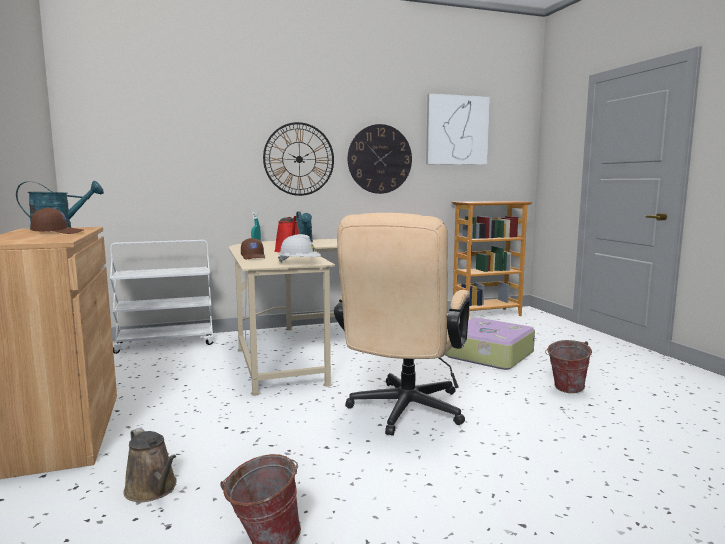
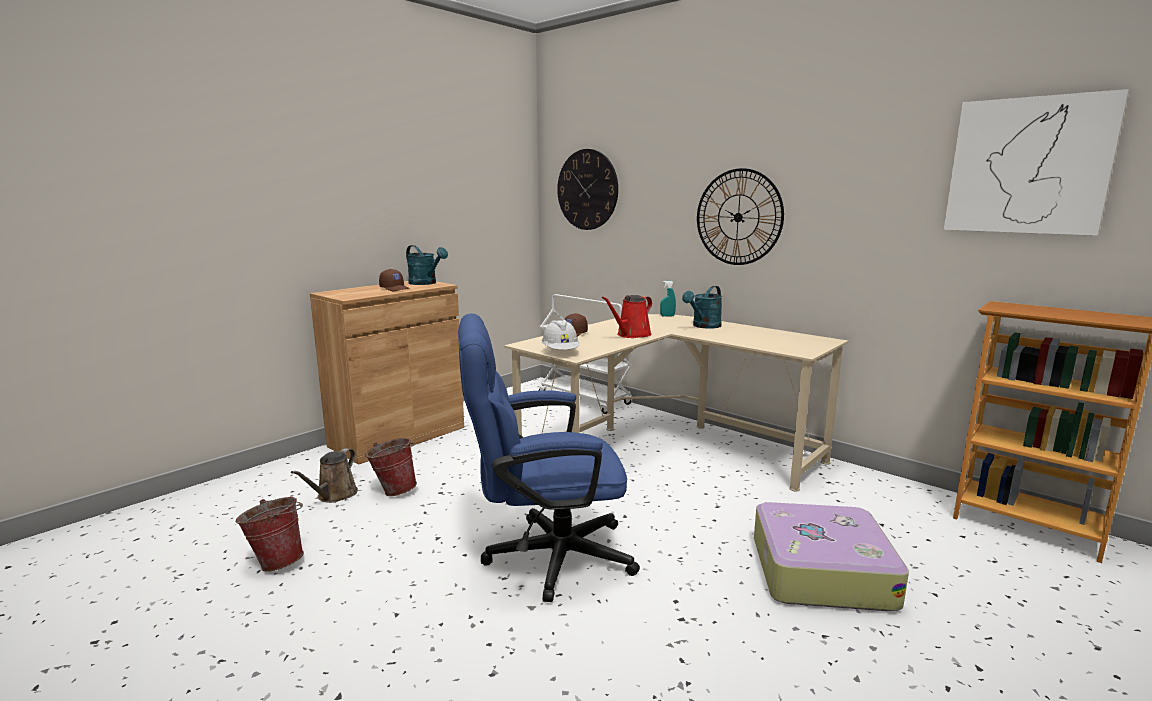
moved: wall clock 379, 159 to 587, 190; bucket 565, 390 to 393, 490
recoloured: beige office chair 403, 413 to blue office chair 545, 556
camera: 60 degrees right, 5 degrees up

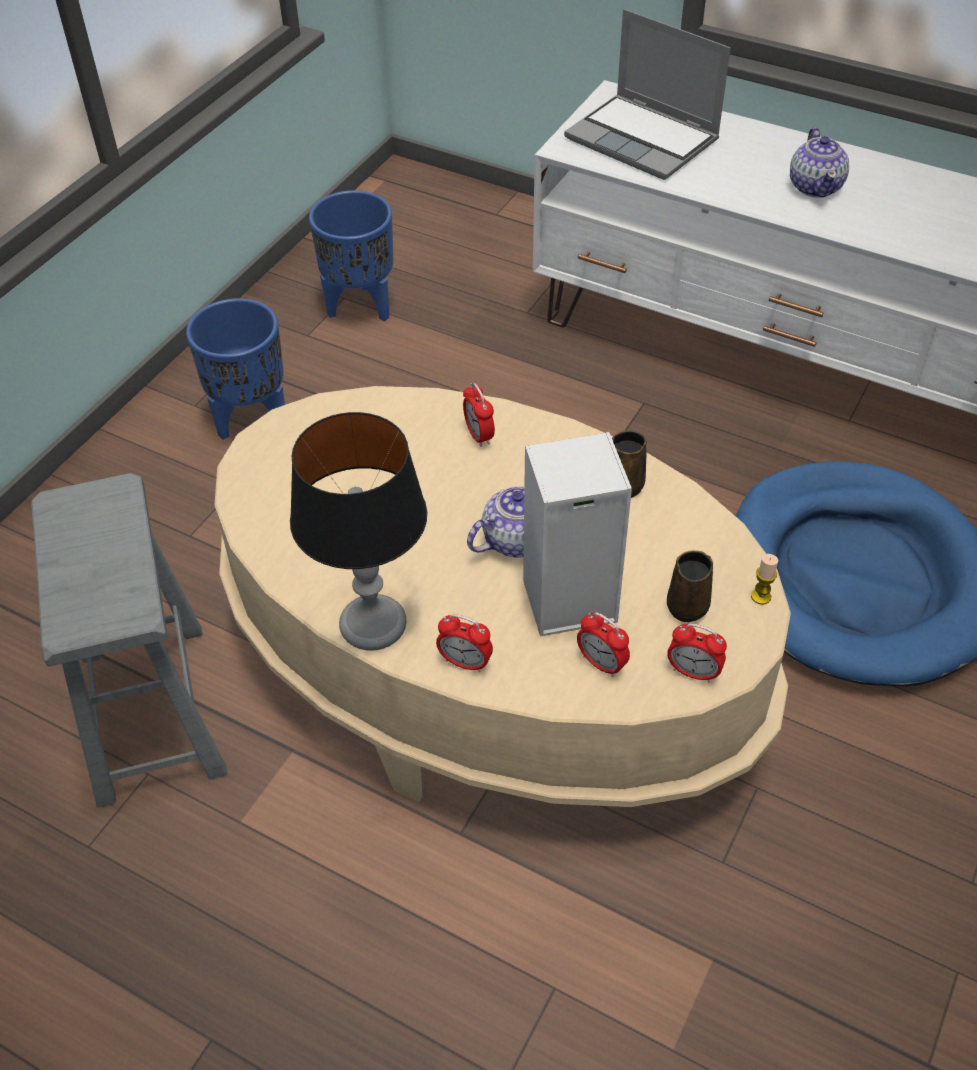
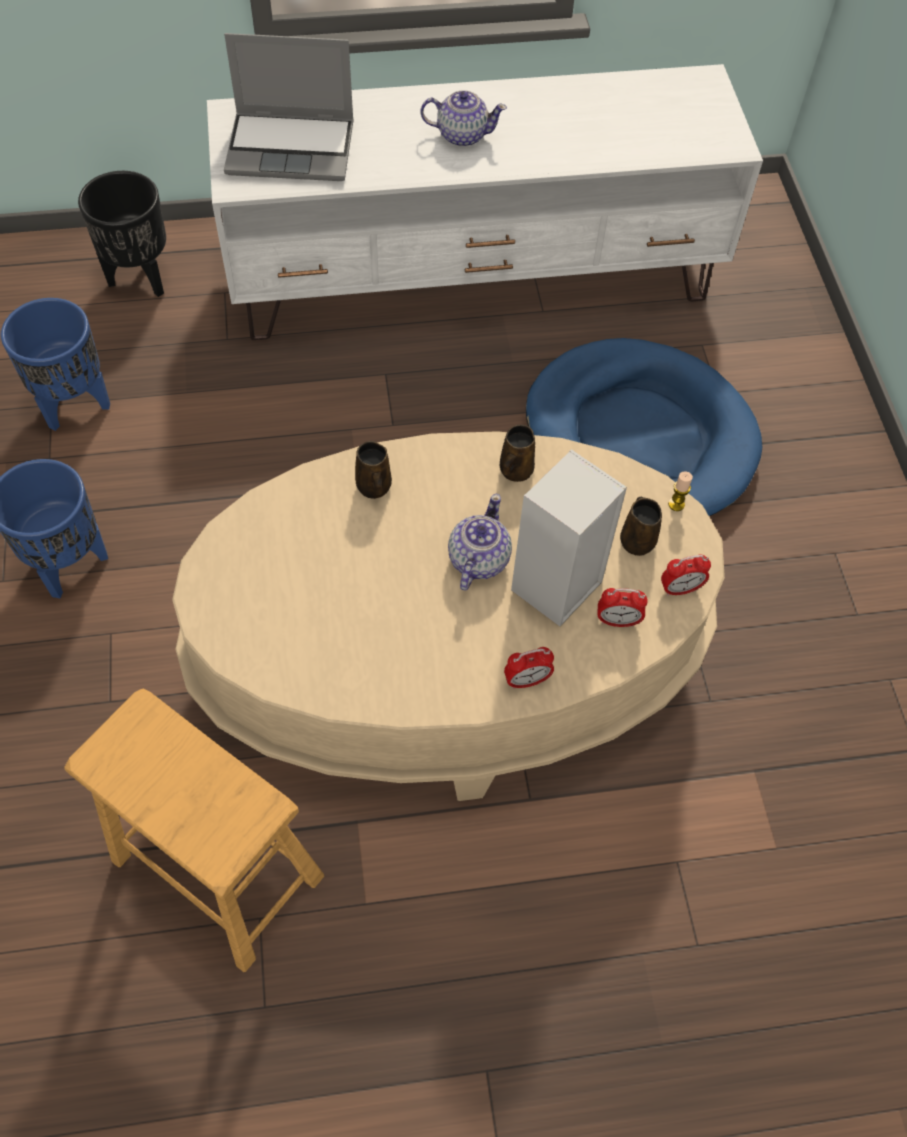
removed: table lamp 373, 624
added: black planter 140, 278
replaced: alarm clock 479, 435 to brown mug 374, 488
recoloured: grey stool 151, 713 to brown stool 217, 869
turned: teapot 815, 186 = 461, 135 45 degrees counterclockwise
camera: 40 degrees left, 10 degrees up

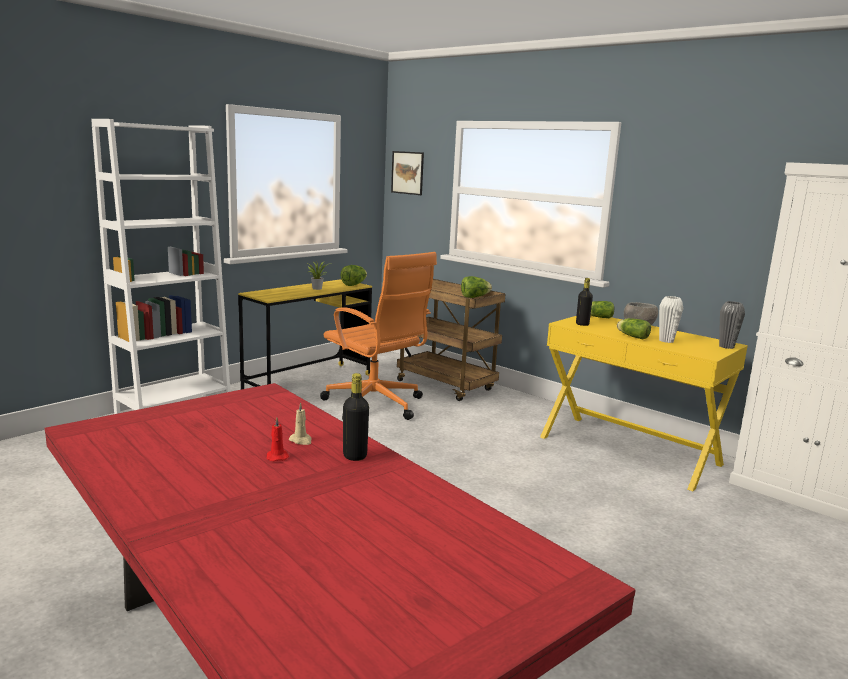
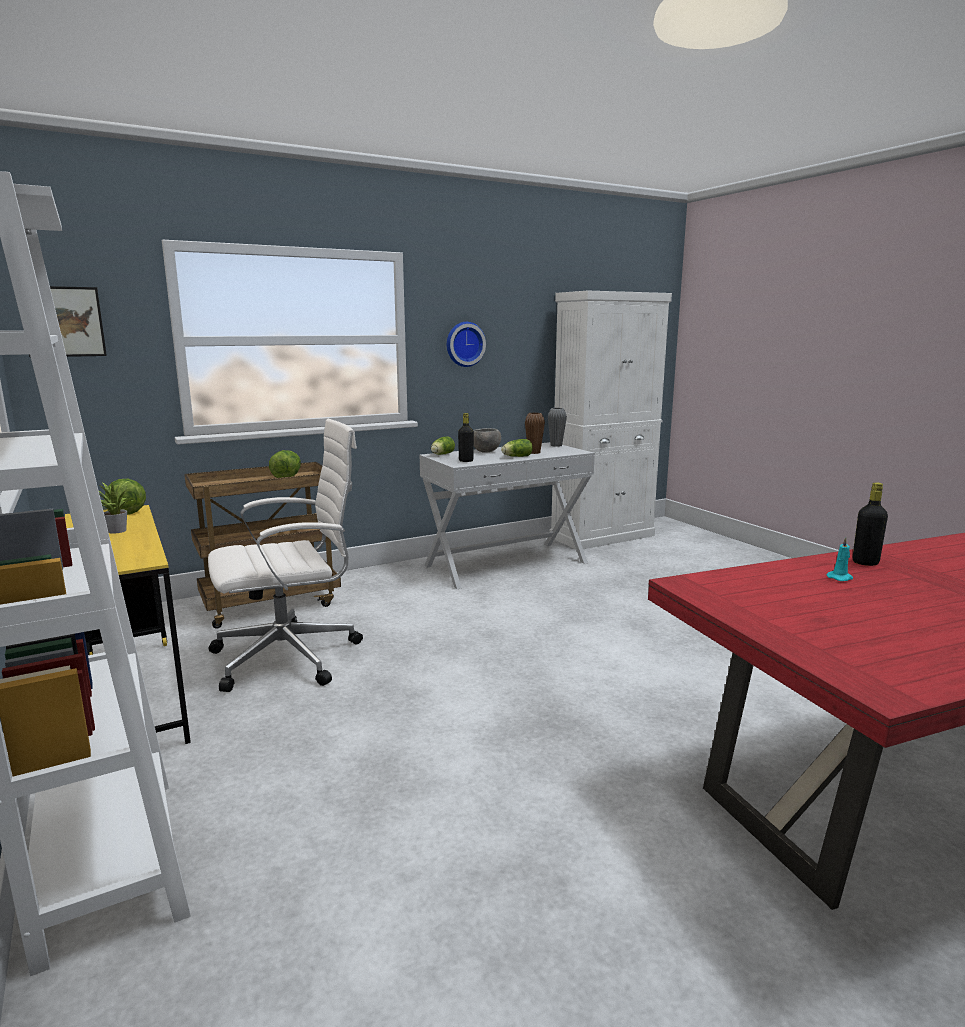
removed: red candle 277, 456
added: wall clock 464, 344
recoloured: orange office chair 375, 405 to white office chair 291, 656; white vase 666, 341 to brown vase 534, 452; yellow console table 629, 450 to white console table 506, 564; beige candle 301, 440 to turquoise candle 840, 578
camera: 70 degrees left, 0 degrees up

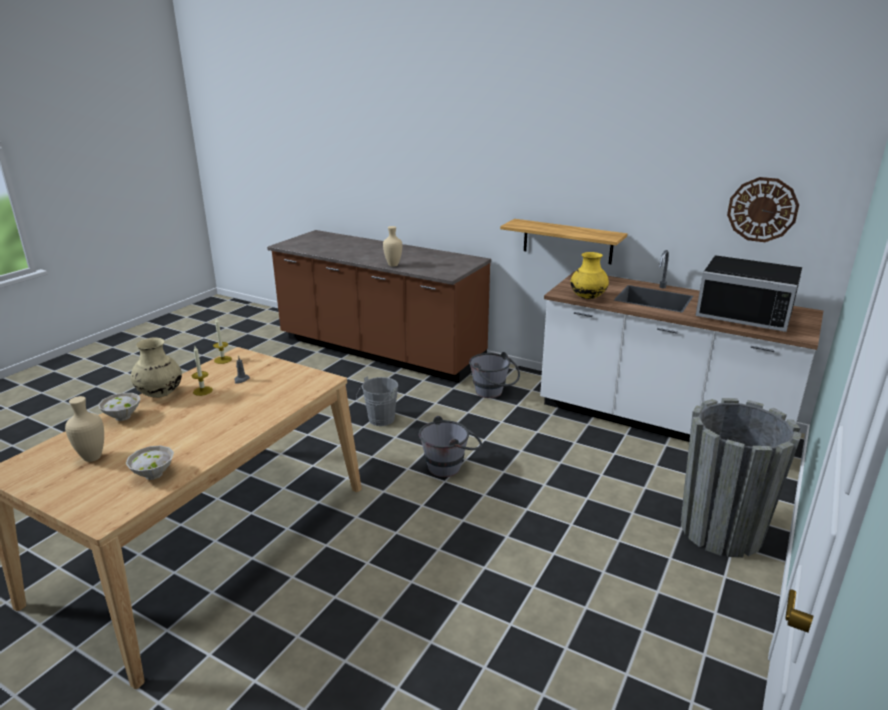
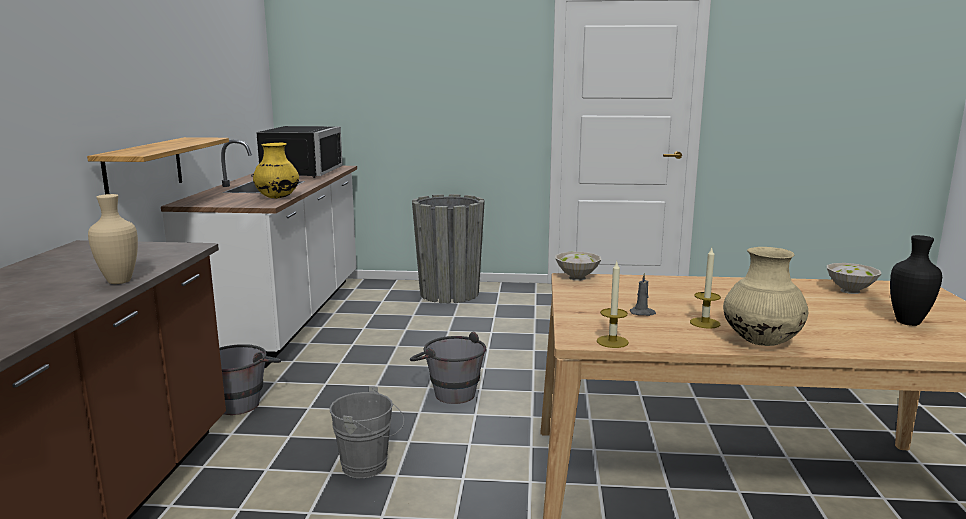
removed: wall clock 762, 209
moved: white bowl 122, 417 to 578, 278
recoloured: beige vase 93, 457 to black vase 907, 323
camera: 115 degrees left, 10 degrees down

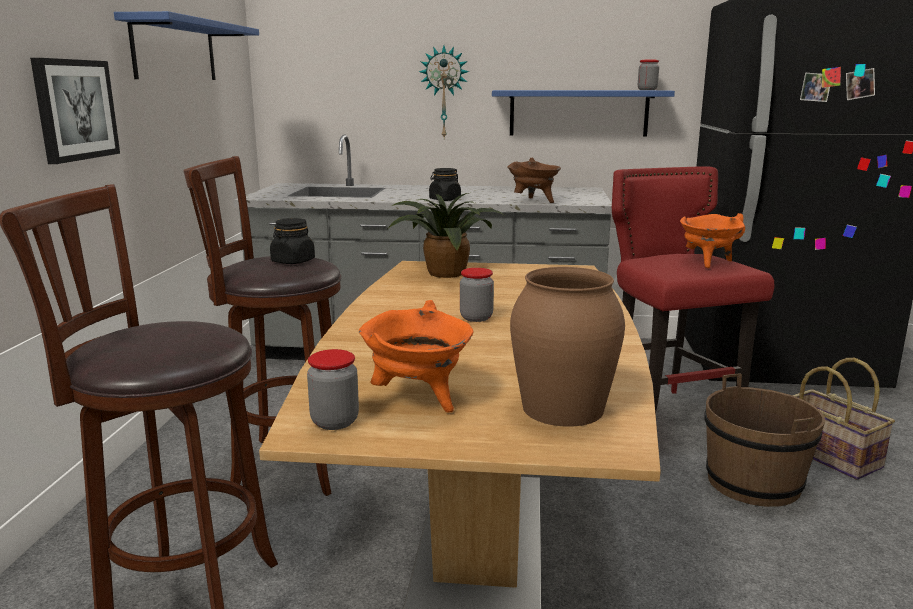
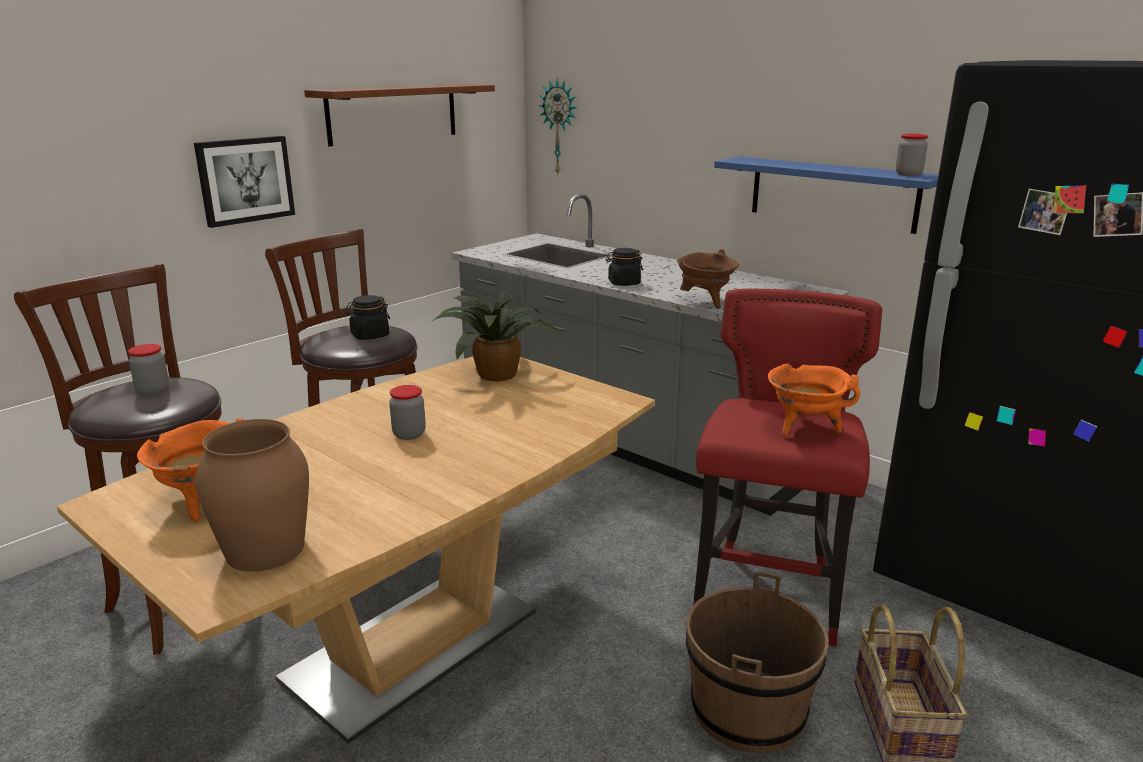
moved: wall clock 444, 92 to 560, 127; jar 335, 421 to 153, 391
recoloured: blue shelf 175, 51 to brown shelf 393, 113
camera: 35 degrees right, 5 degrees up

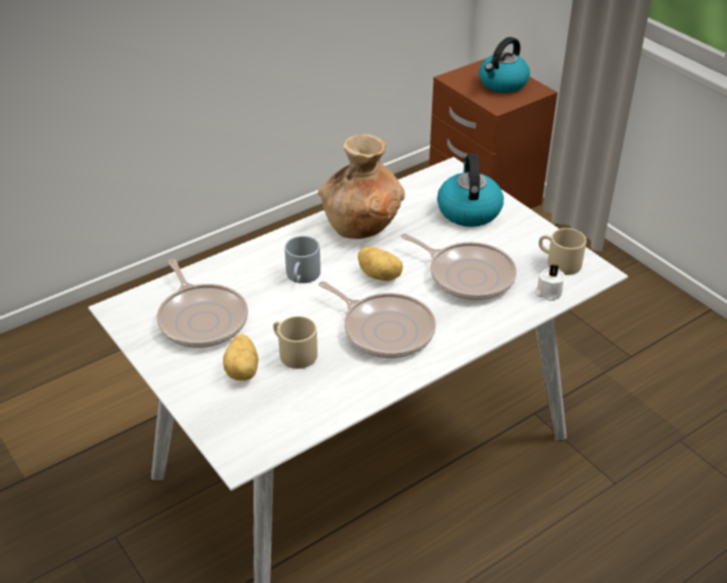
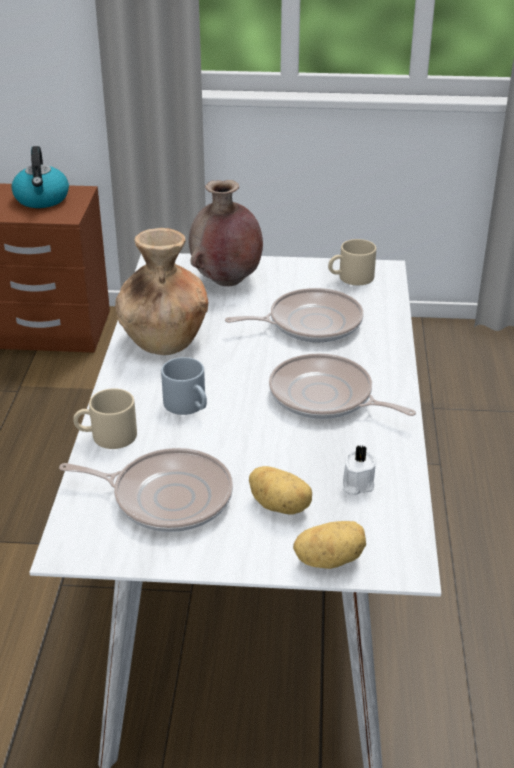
moved: potato 380, 275 to 329, 559; white candle 548, 292 to 356, 484; beige mug 293, 353 to 106, 437
replaced: kettle 468, 210 to brown vase 226, 281
turned: frying pan 385, 329 = 325, 397 135 degrees counterclockwise
camera: 50 degrees left, 5 degrees down

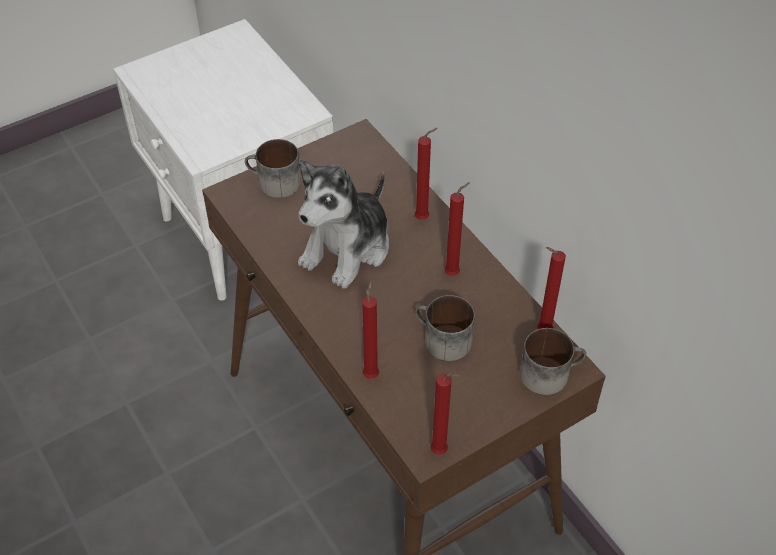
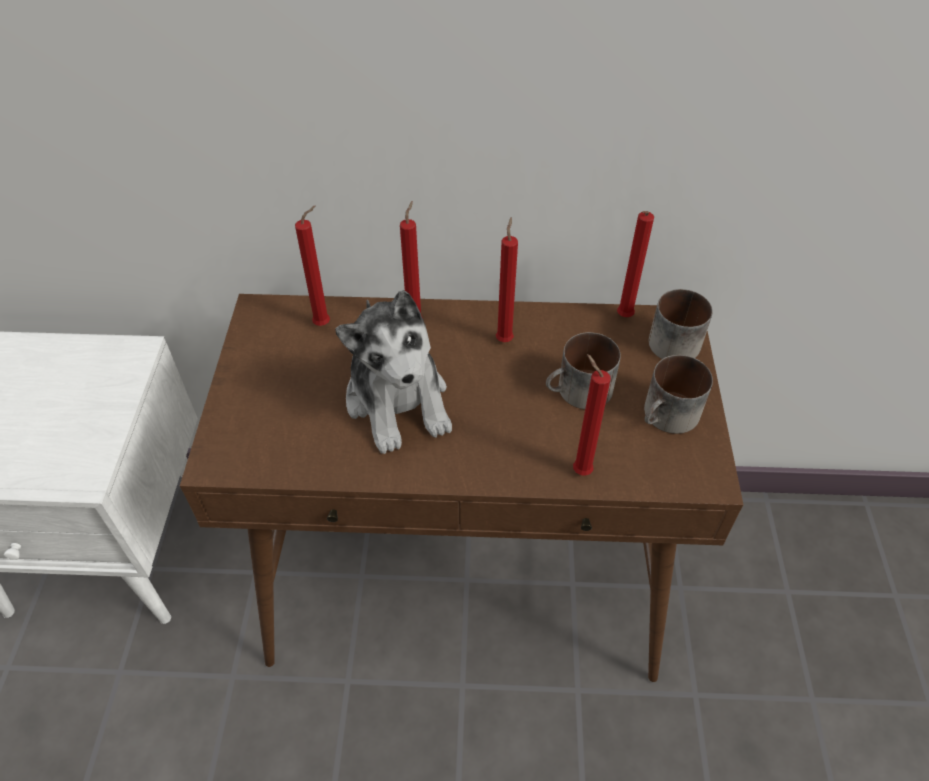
moved: mug 273, 183 to 668, 417; red candle 441, 452 to 325, 323
camera: 55 degrees left, 0 degrees up

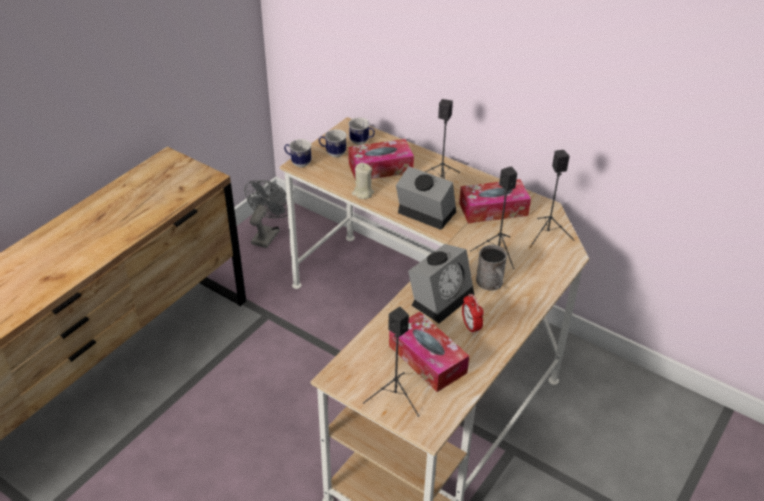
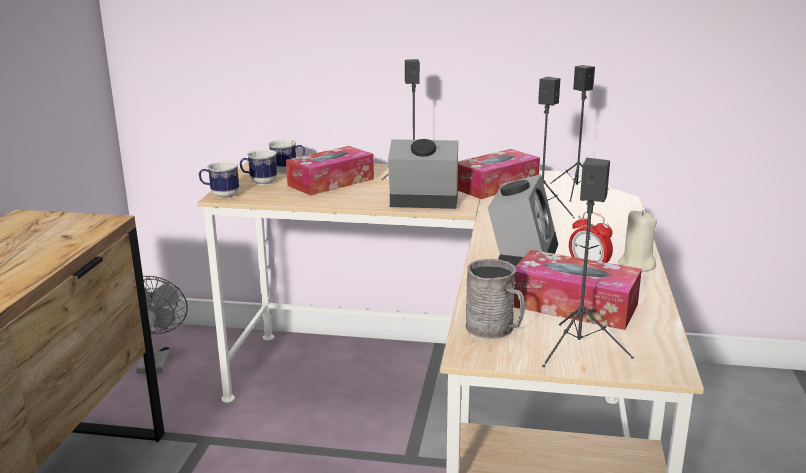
moved: beige candle 362, 193 to 636, 265; grey mug 491, 284 to 495, 329
camera: 25 degrees left, 20 degrees down

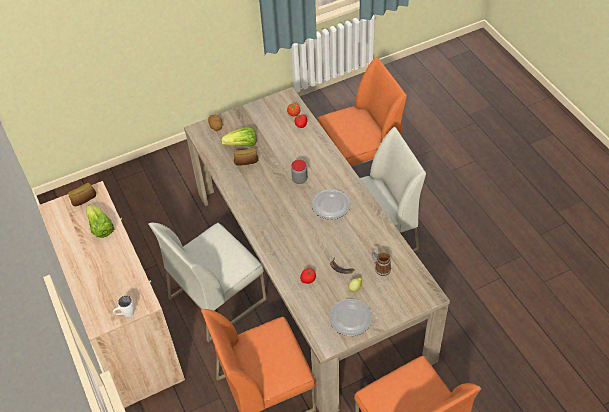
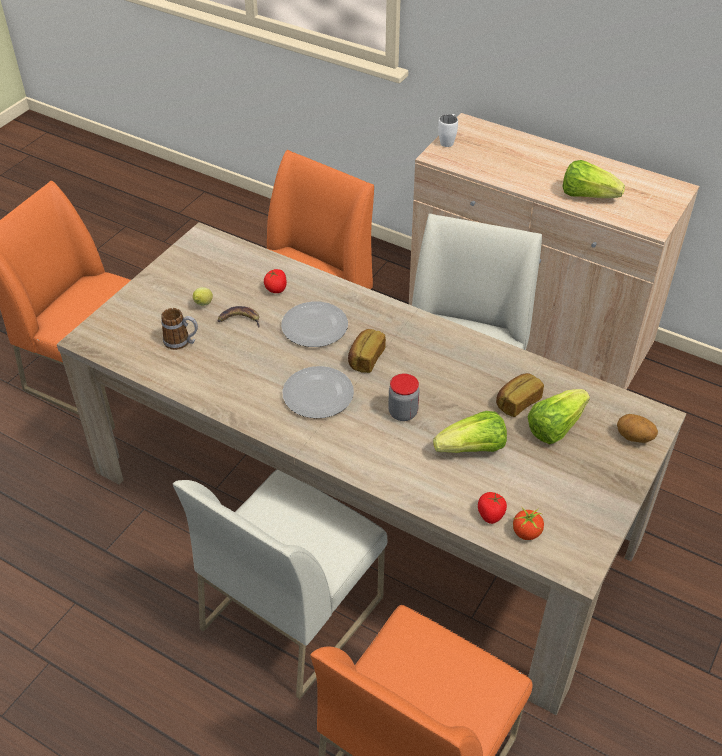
added: lettuce 472, 449
moved: bread 84, 199 to 365, 358; plate 351, 318 to 313, 327
camera: 145 degrees right, 5 degrees down

